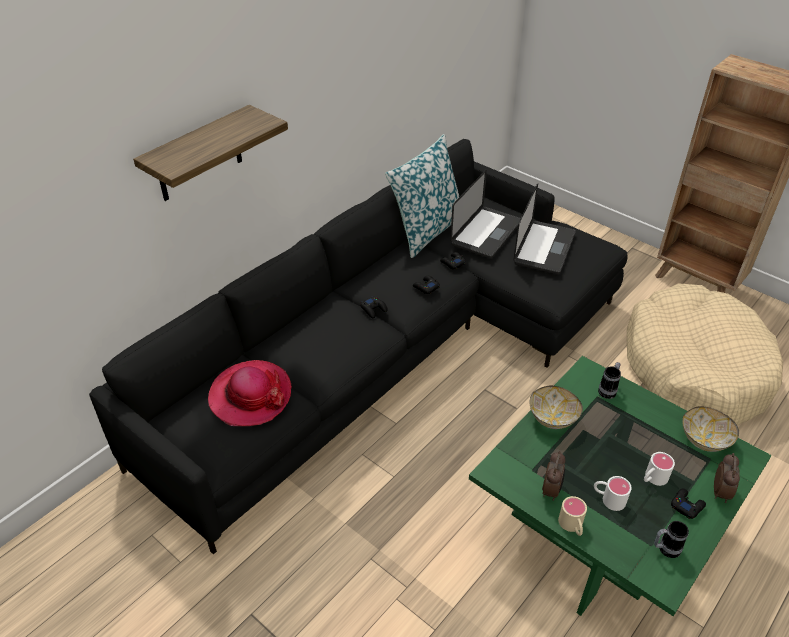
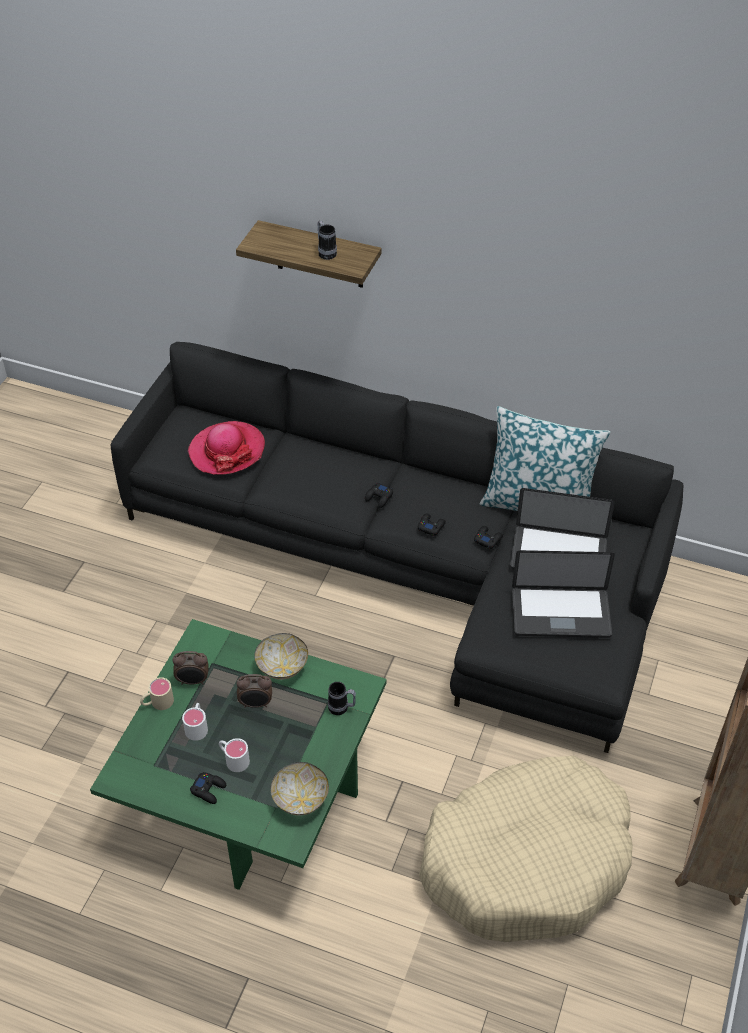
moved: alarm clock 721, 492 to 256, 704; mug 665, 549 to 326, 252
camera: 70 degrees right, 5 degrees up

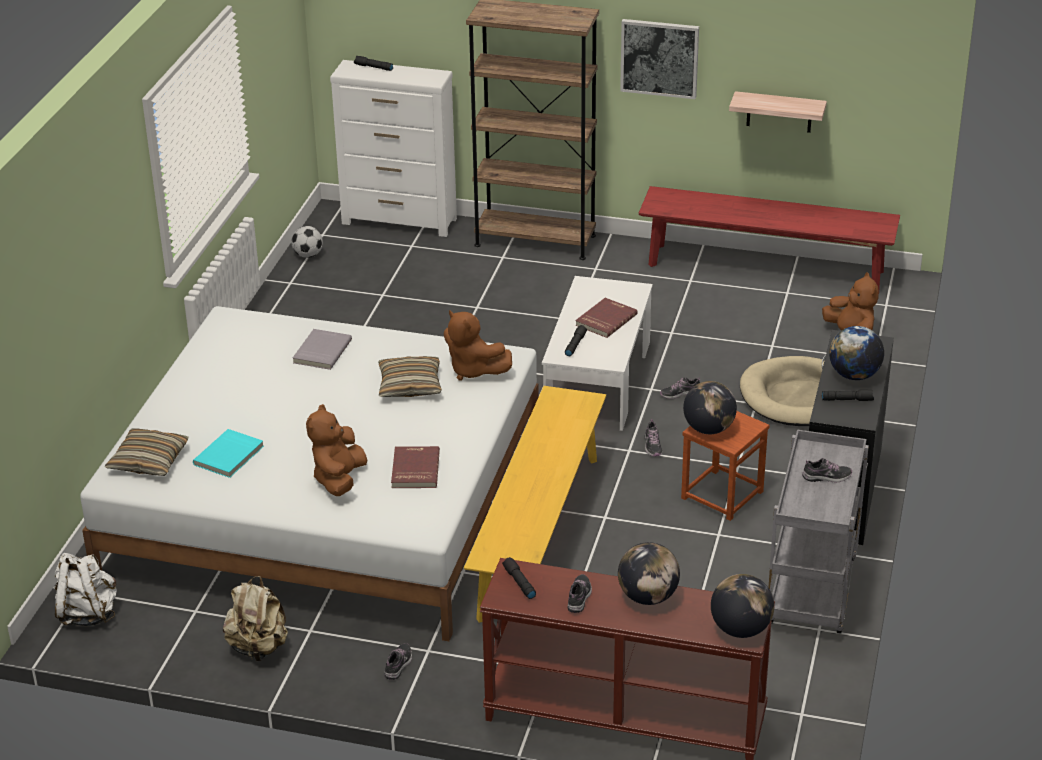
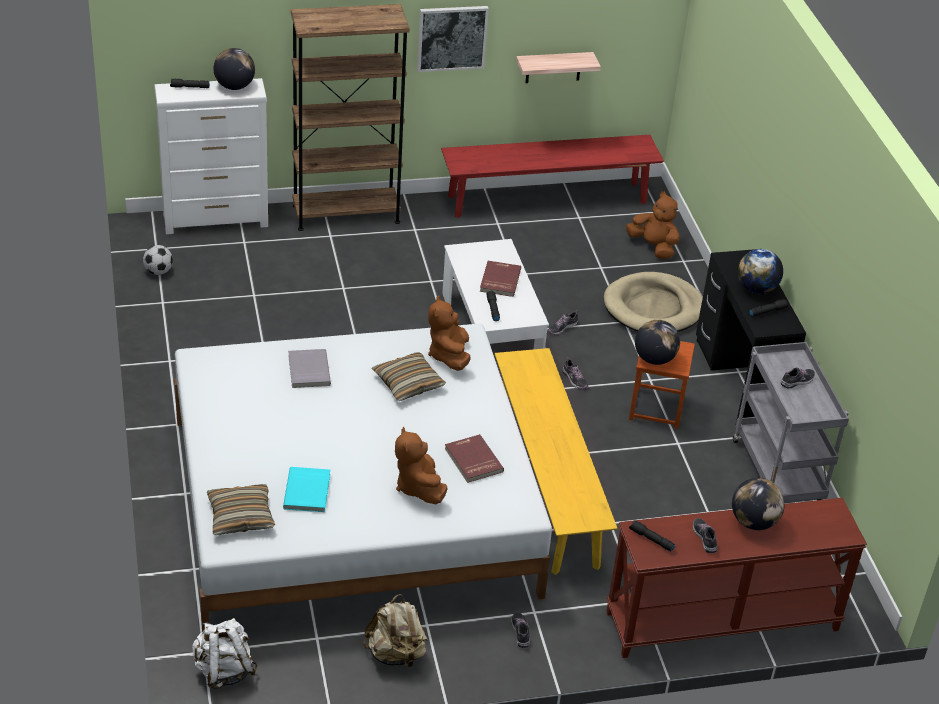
moved: globe 740, 629 to 234, 87
turned: brown plush toy 473, 370 = 449, 356 75 degrees clockwise
camera: 30 degrees left, 5 degrees up

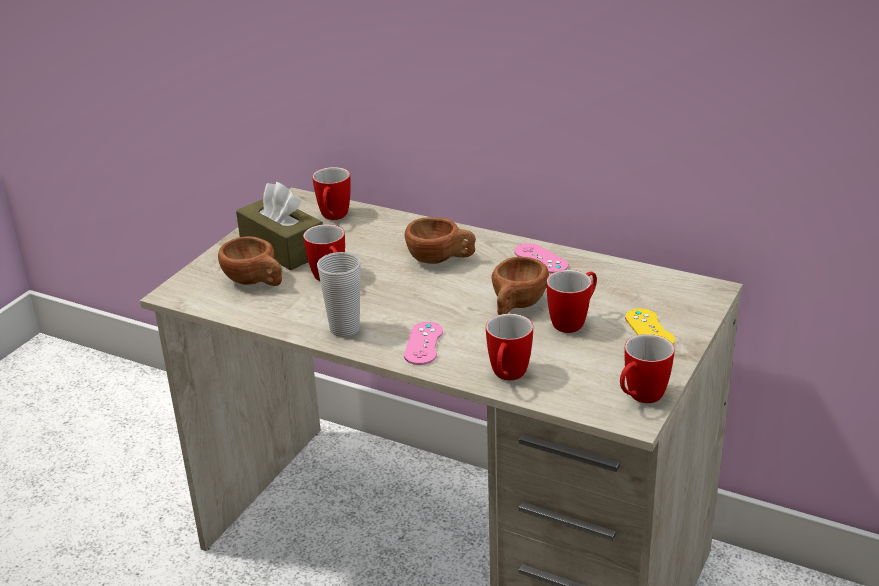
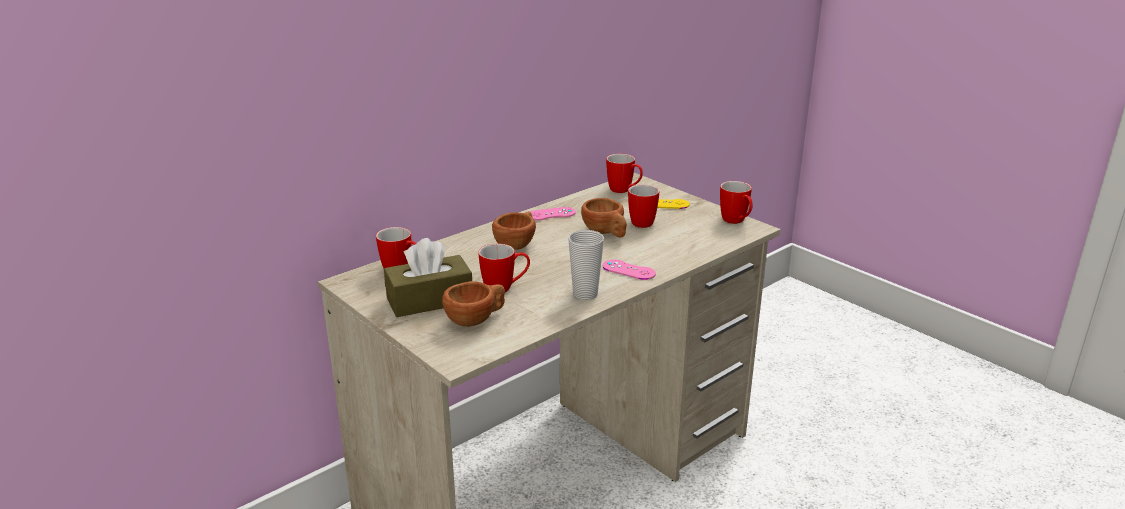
moved: mug 507, 377 to 624, 191
camera: 70 degrees left, 5 degrees down

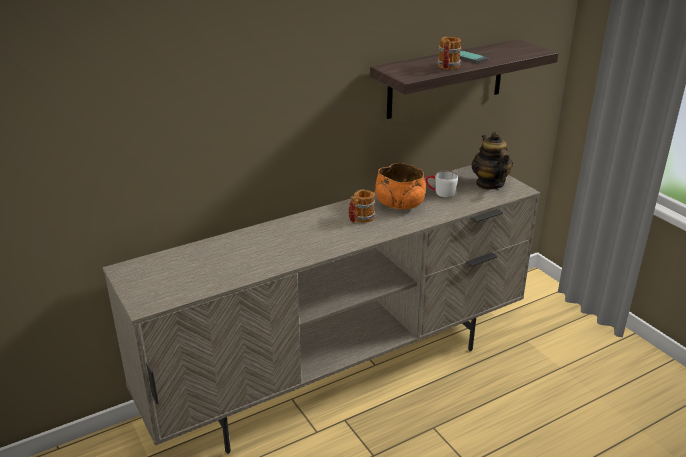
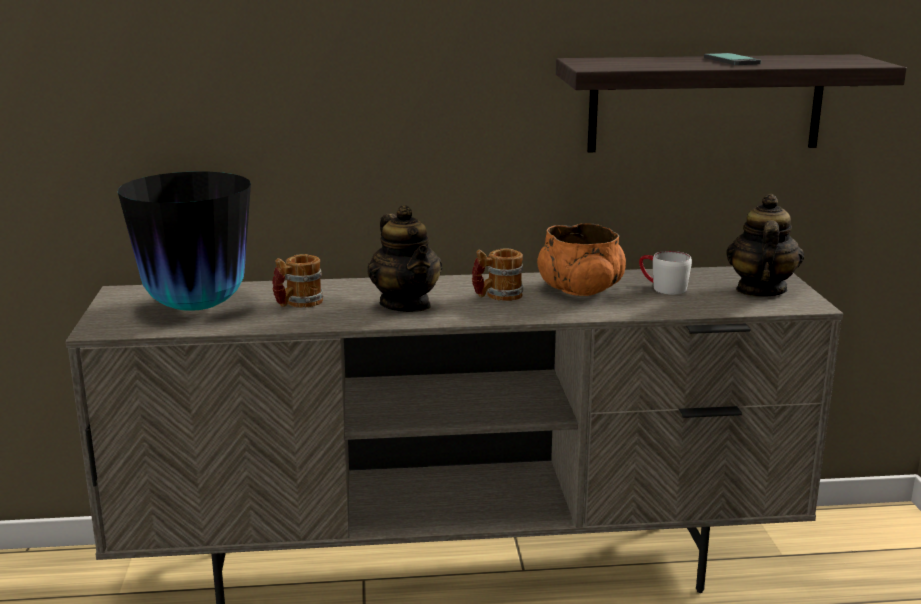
added: vase 196, 307; teapot 406, 304
moved: mug 447, 67 to 298, 303
camera: 25 degrees right, 10 degrees down

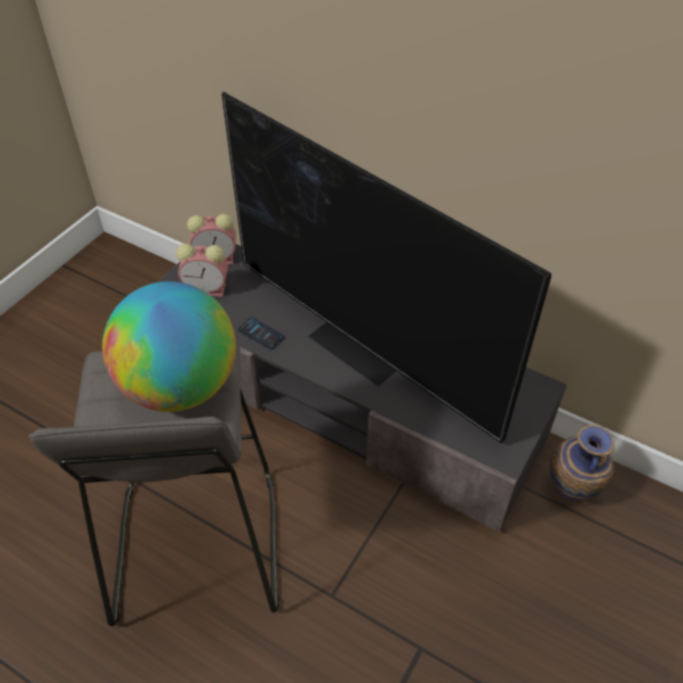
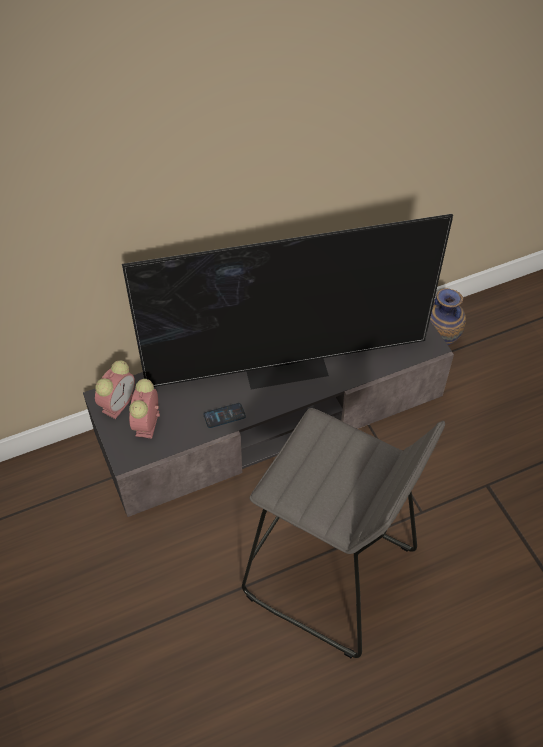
removed: globe 180, 386
turned: alarm clock 208, 289 = 147, 425 150 degrees clockwise
camera: 55 degrees left, 5 degrees up

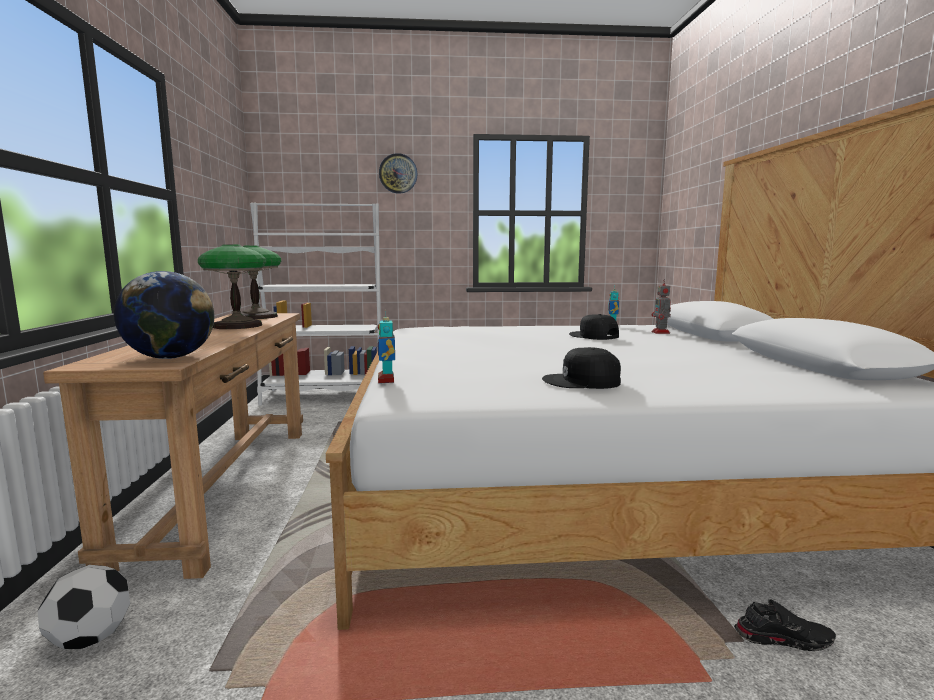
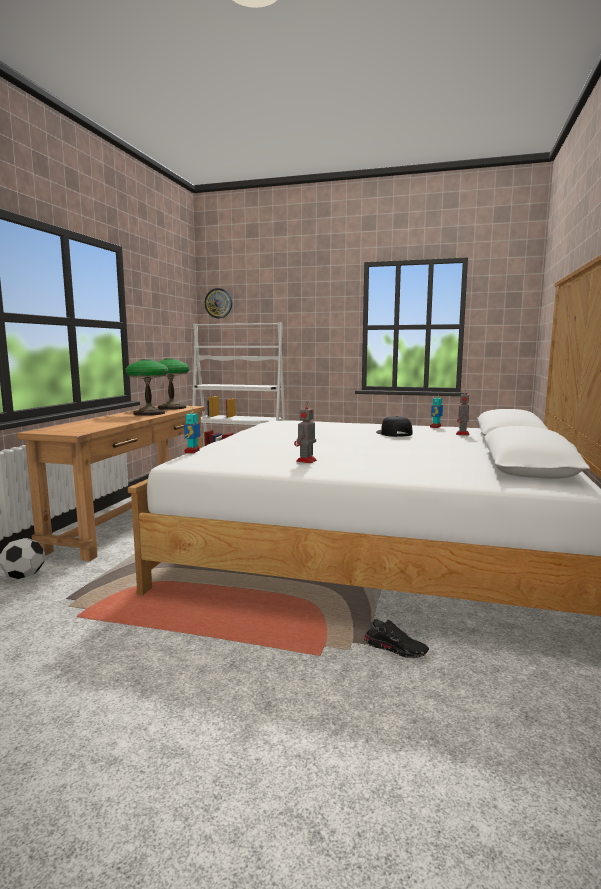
removed: globe 170, 357
moved: wall clock 398, 173 to 218, 303
replaced: black cap 582, 381 to toy robot 306, 461
camera: 20 degrees right, 0 degrees up

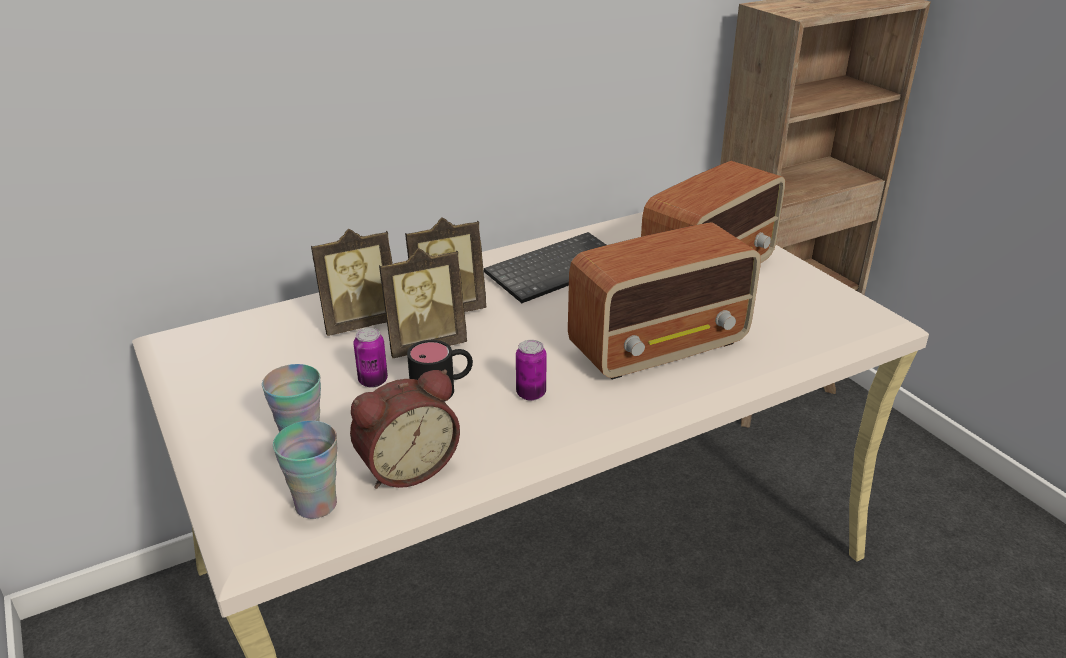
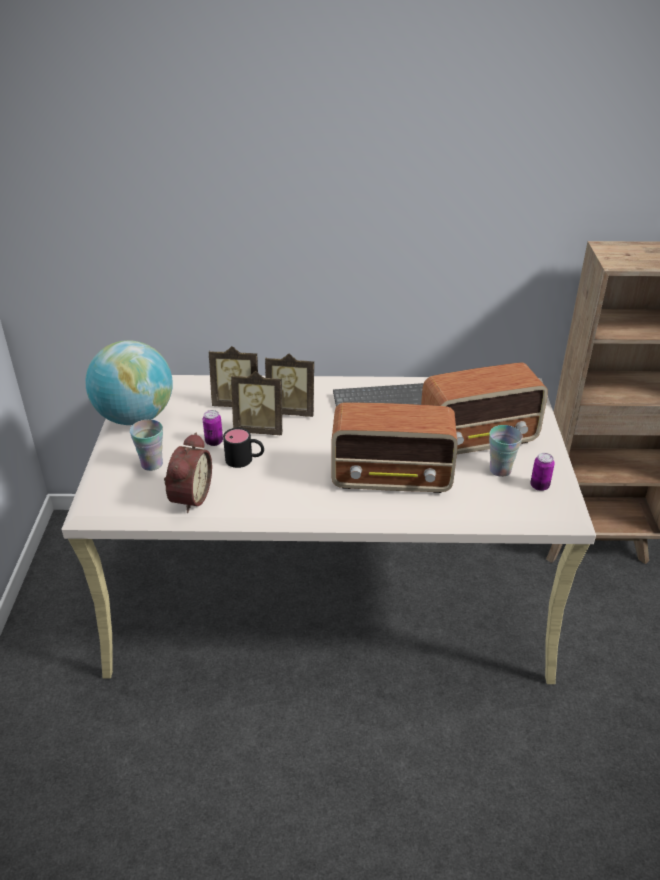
added: globe 135, 417
moved: can 531, 394 to 539, 486; cup 316, 505 to 500, 470
turned: alarm clock 406, 467 = 188, 497 75 degrees counterclockwise
camera: 30 degrees right, 5 degrees up

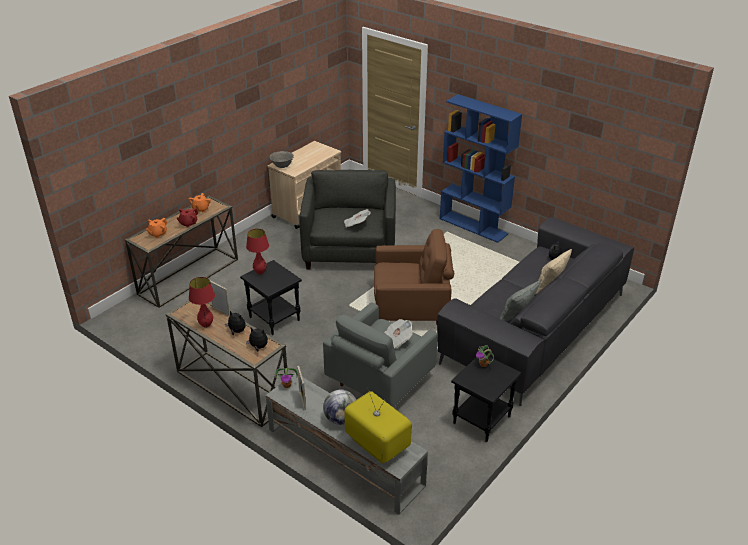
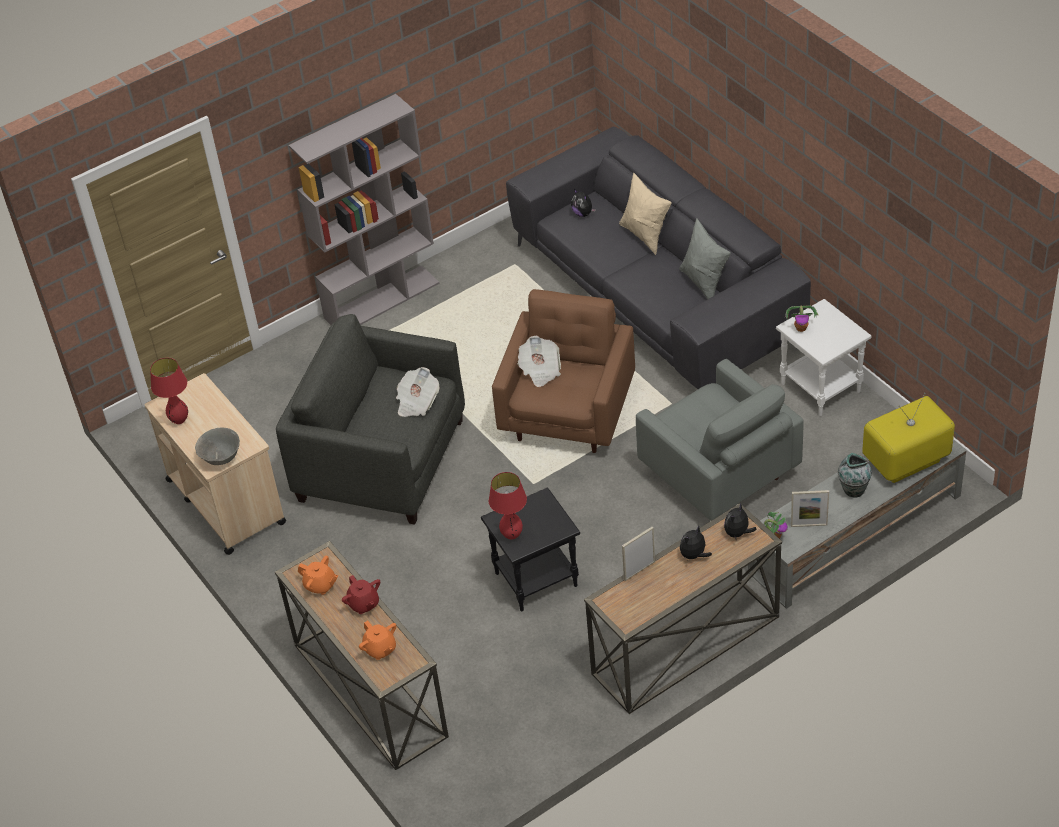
moved: red table lamp 206, 325 to 179, 420; newspaper 395, 341 to 540, 370
replaced: globe 341, 419 to vase 853, 490
recoloured: blue bookcase 474, 226 to grey bookcase 382, 299; black side table 482, 421 to white side table 822, 388
camera: 70 degrees left, 10 degrees up

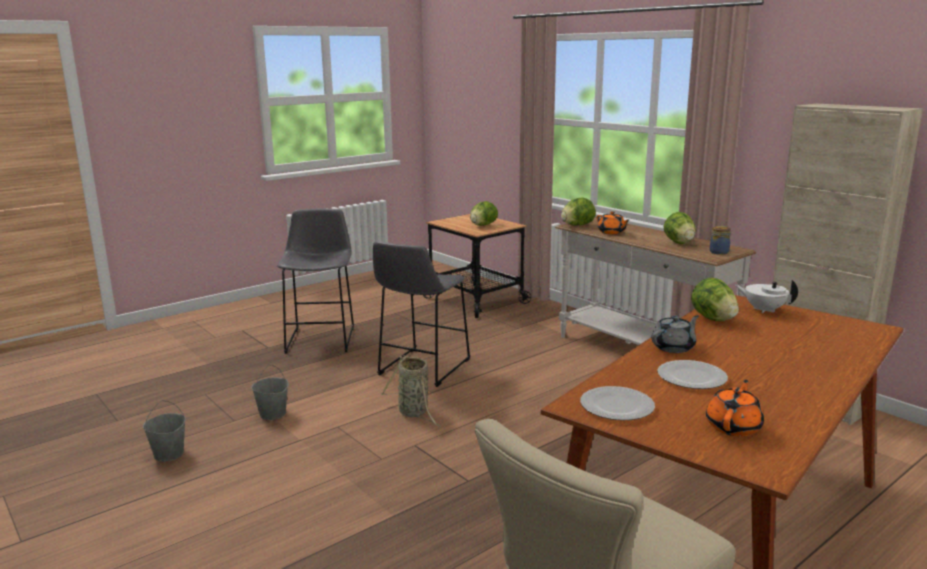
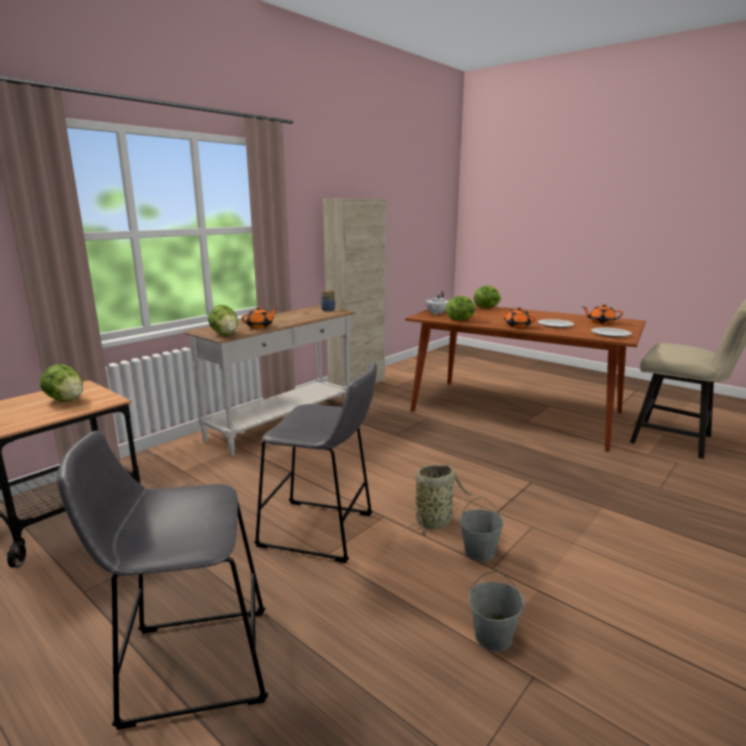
moved: lettuce 679, 243 to 487, 307; grey bucket 169, 454 to 479, 552
recoloured: grey teapot 674, 347 to orange teapot 517, 326
camera: 100 degrees left, 0 degrees up

